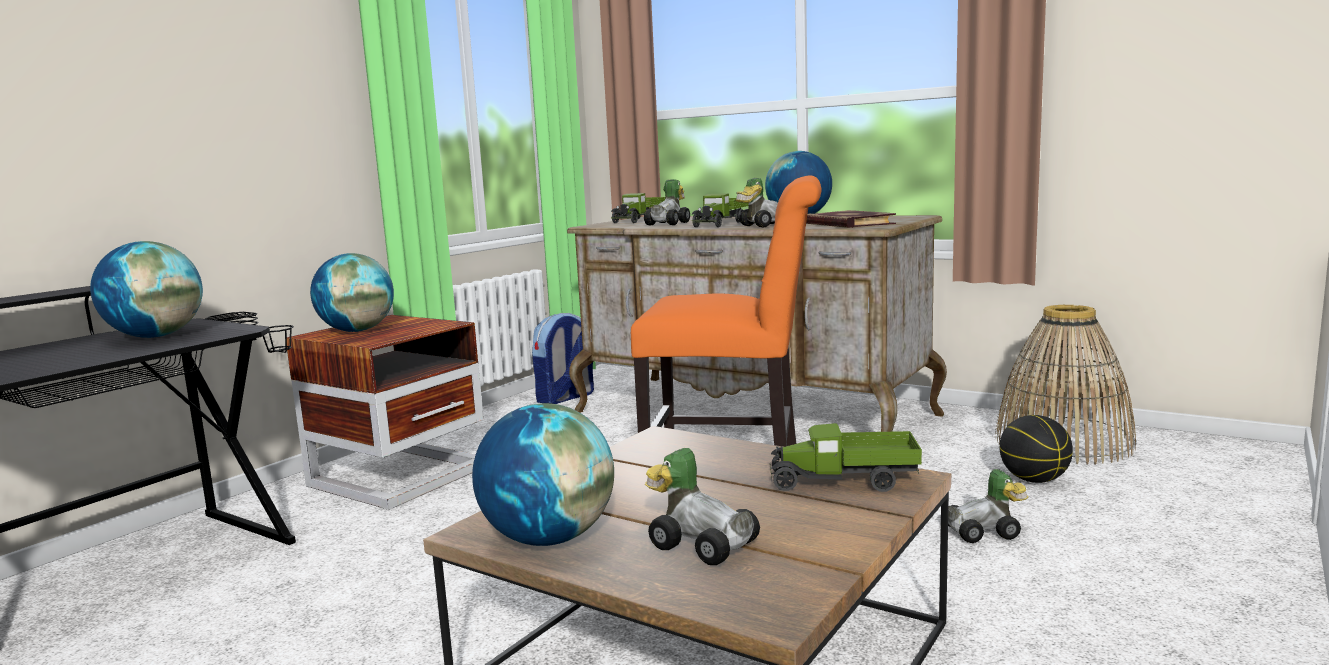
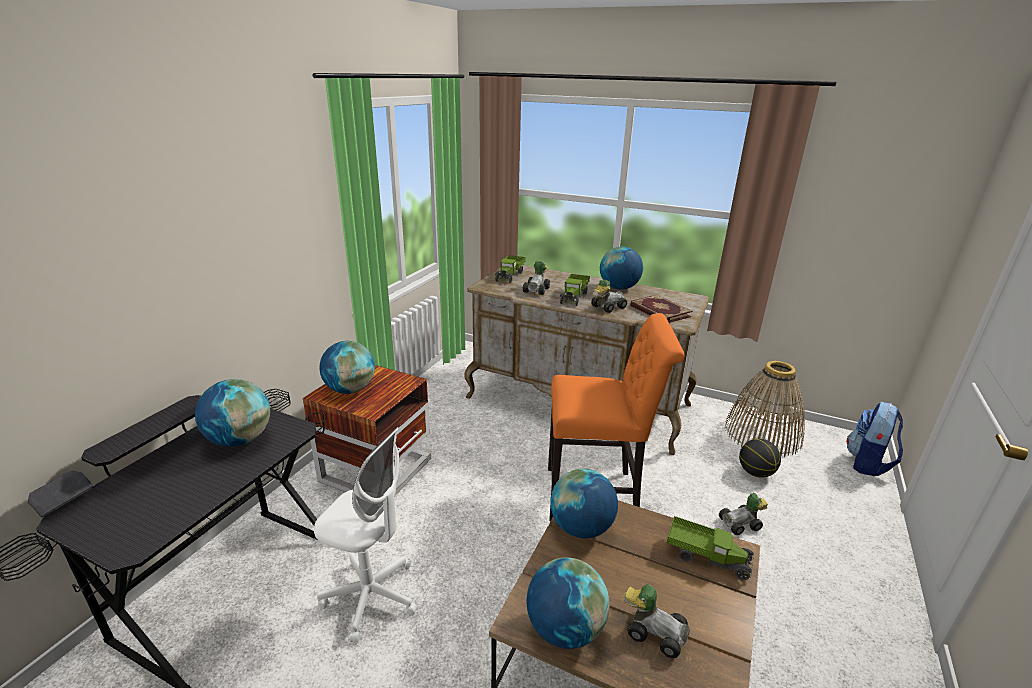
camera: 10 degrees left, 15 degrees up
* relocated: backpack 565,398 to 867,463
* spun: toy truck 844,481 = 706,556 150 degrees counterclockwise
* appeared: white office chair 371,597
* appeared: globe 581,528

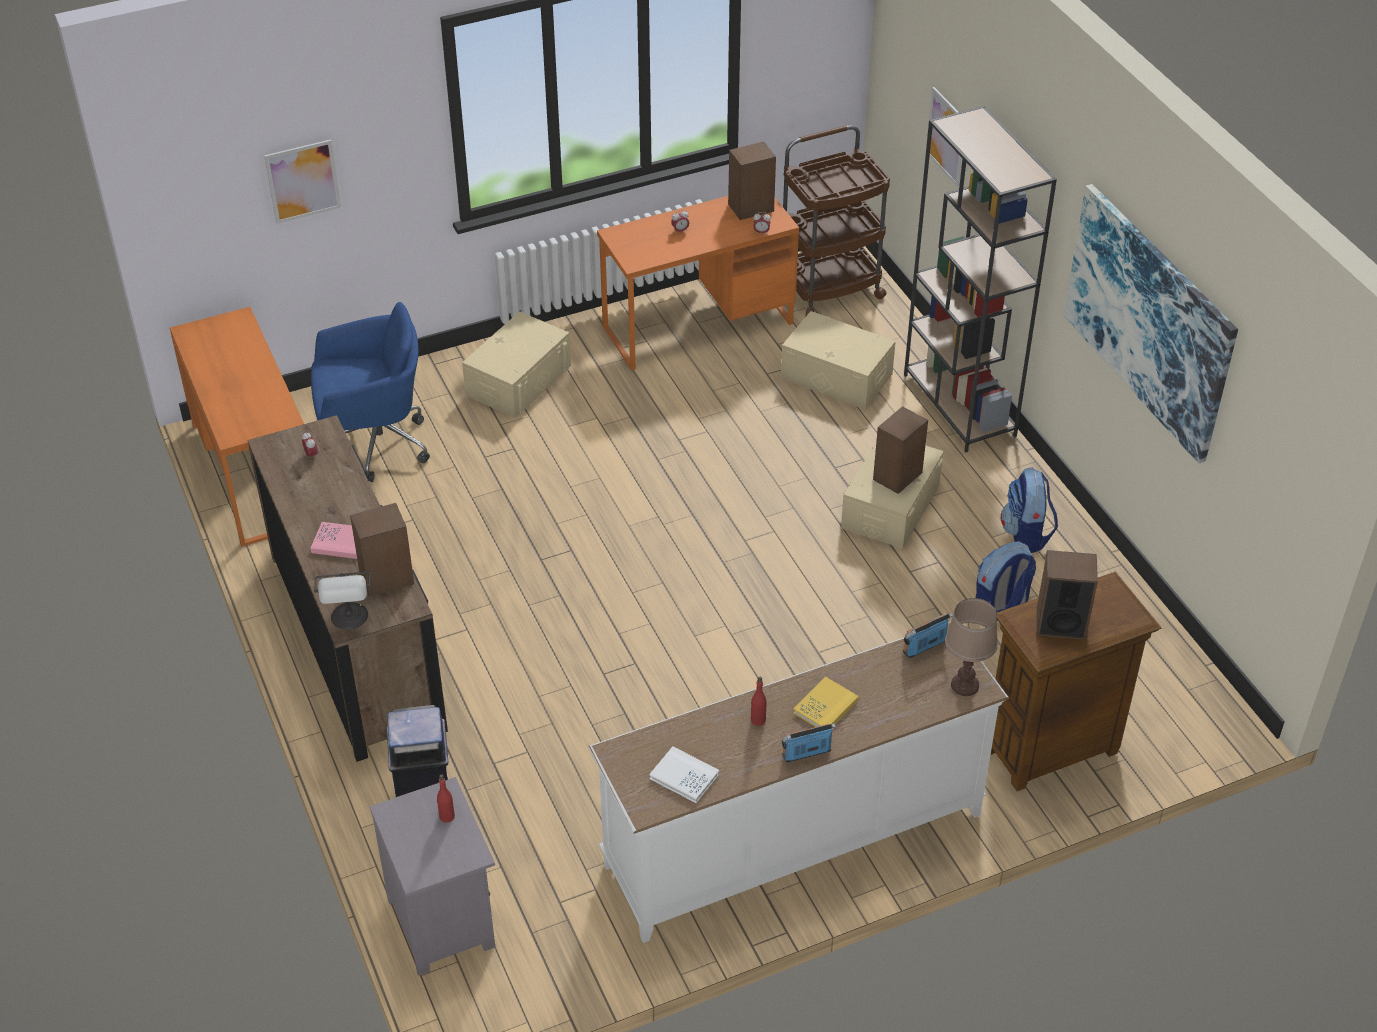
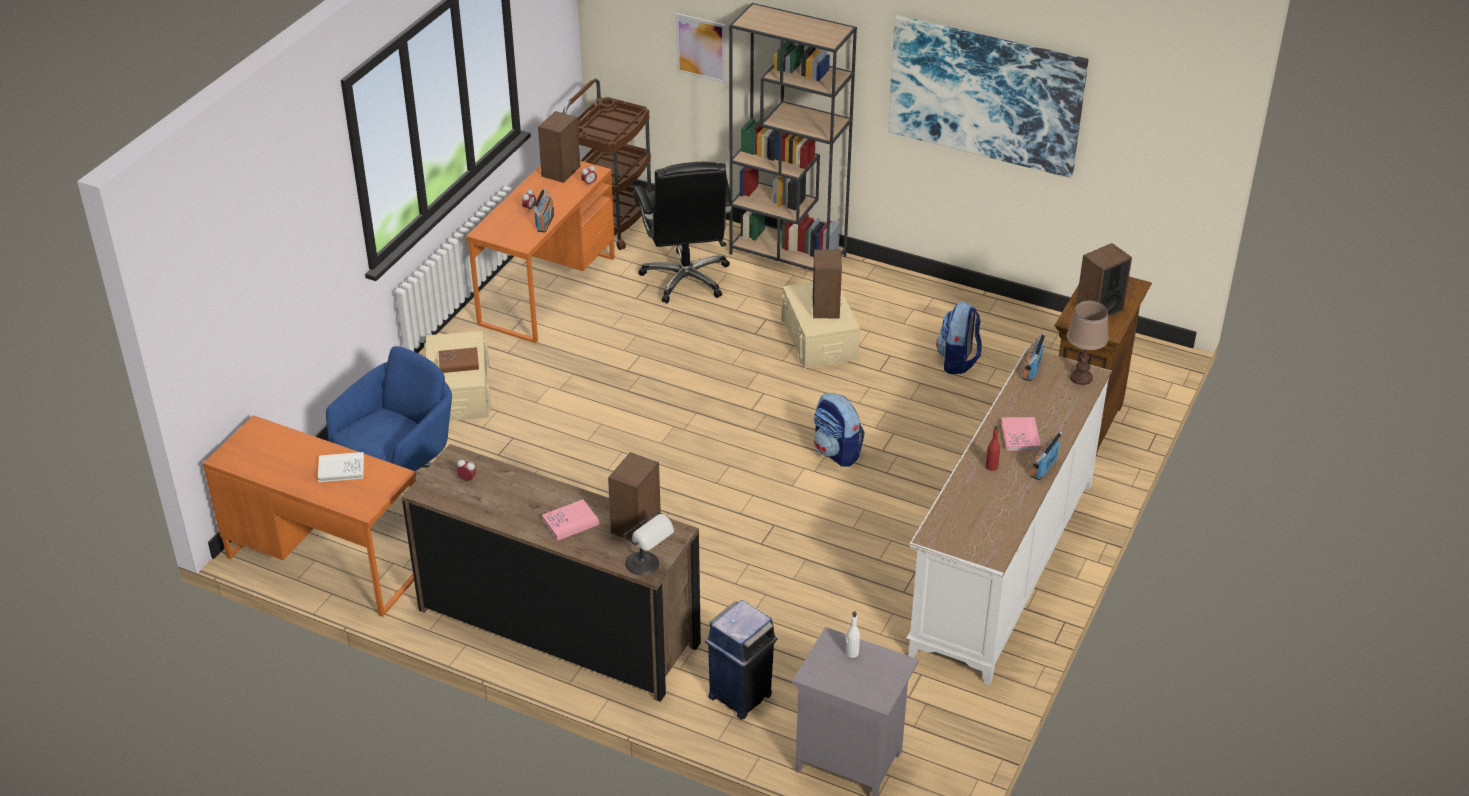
camera: 40 degrees left, 5 degrees down
* missing: picture 303,181
* colour: red bottle 446,816 to white bottle 851,653
* relocated: white book 684,776 to 341,469
* exchanged: beige storage box 836,376 to black office chair 685,276
* colour: yellow book 825,707 to pink book 1020,436
* relocated: backpack 1026,535 to 837,452
* appeared: brown book 458,362
* appeared: radio 545,223

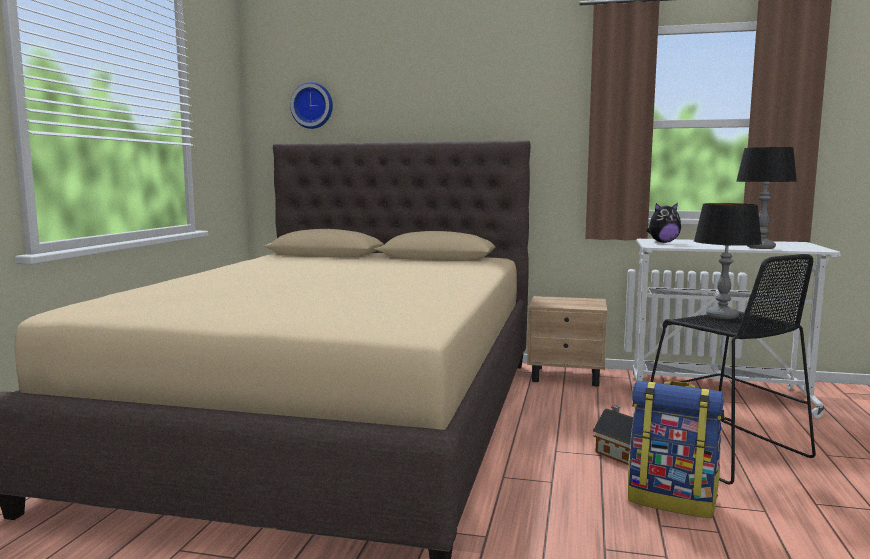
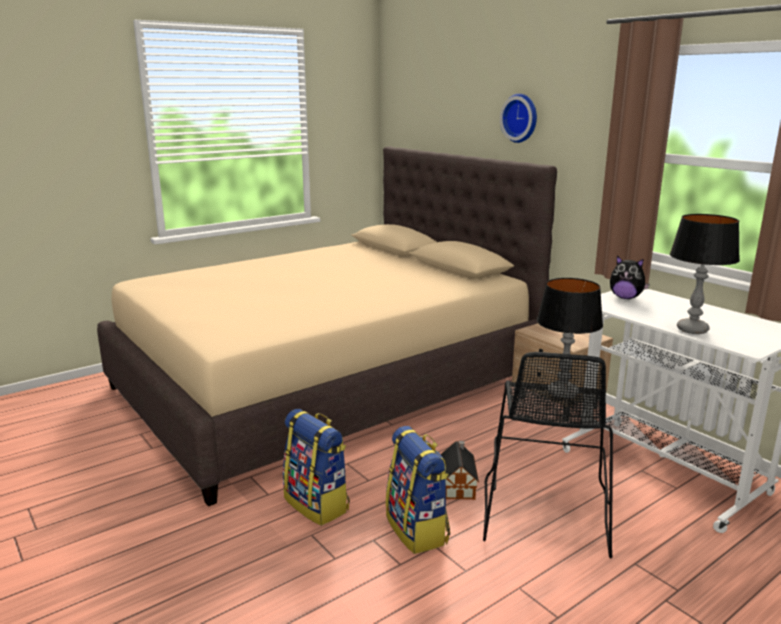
camera: 40 degrees right, 10 degrees up
* relocated: wall clock 313,105 to 521,118
* appeared: backpack 318,504

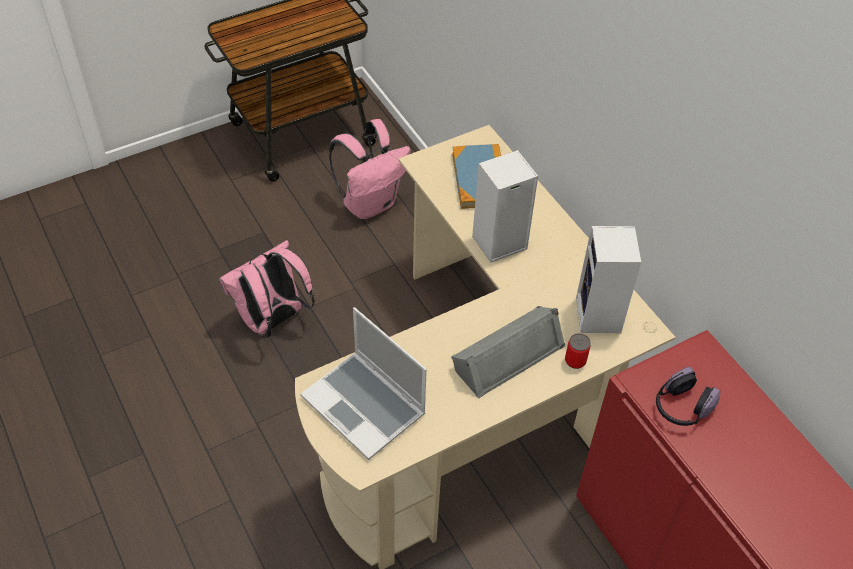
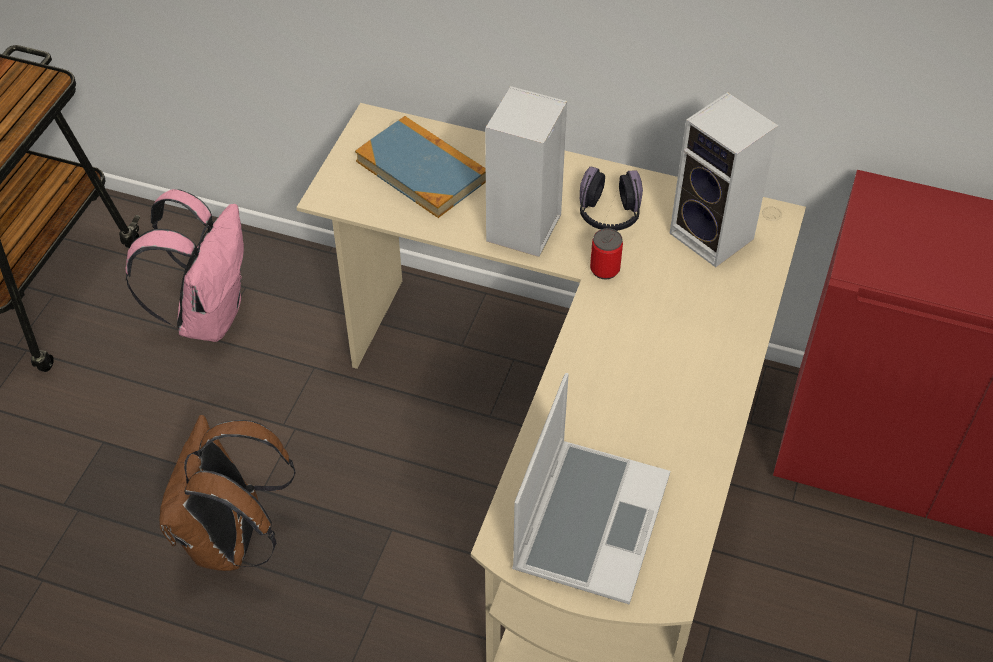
camera: 40 degrees left, 0 degrees up
* colour: pink backpack 272,320 to brown backpack 232,541
* spun: laptop 365,406 = 589,520 75 degrees counterclockwise
* missing: grey speaker 507,355
* relocated: can 575,360 to 605,269
* relocated: headphones 681,407 to 608,214

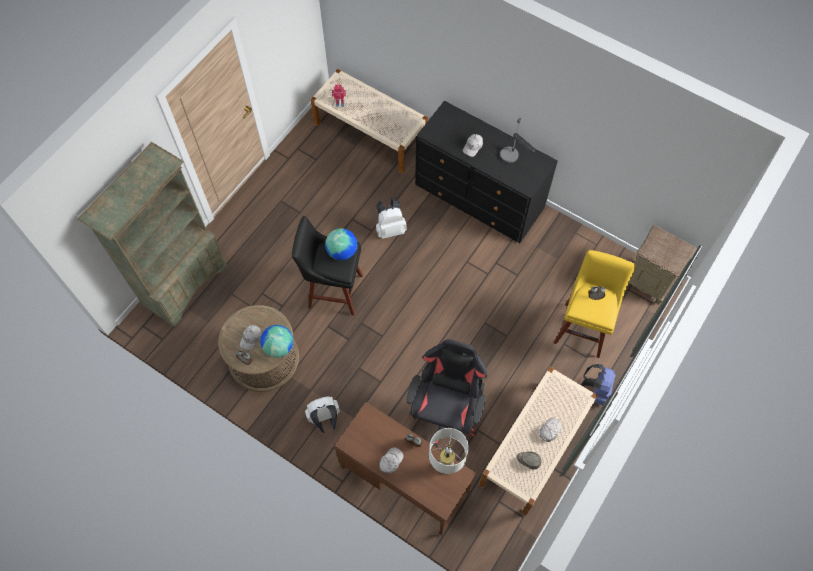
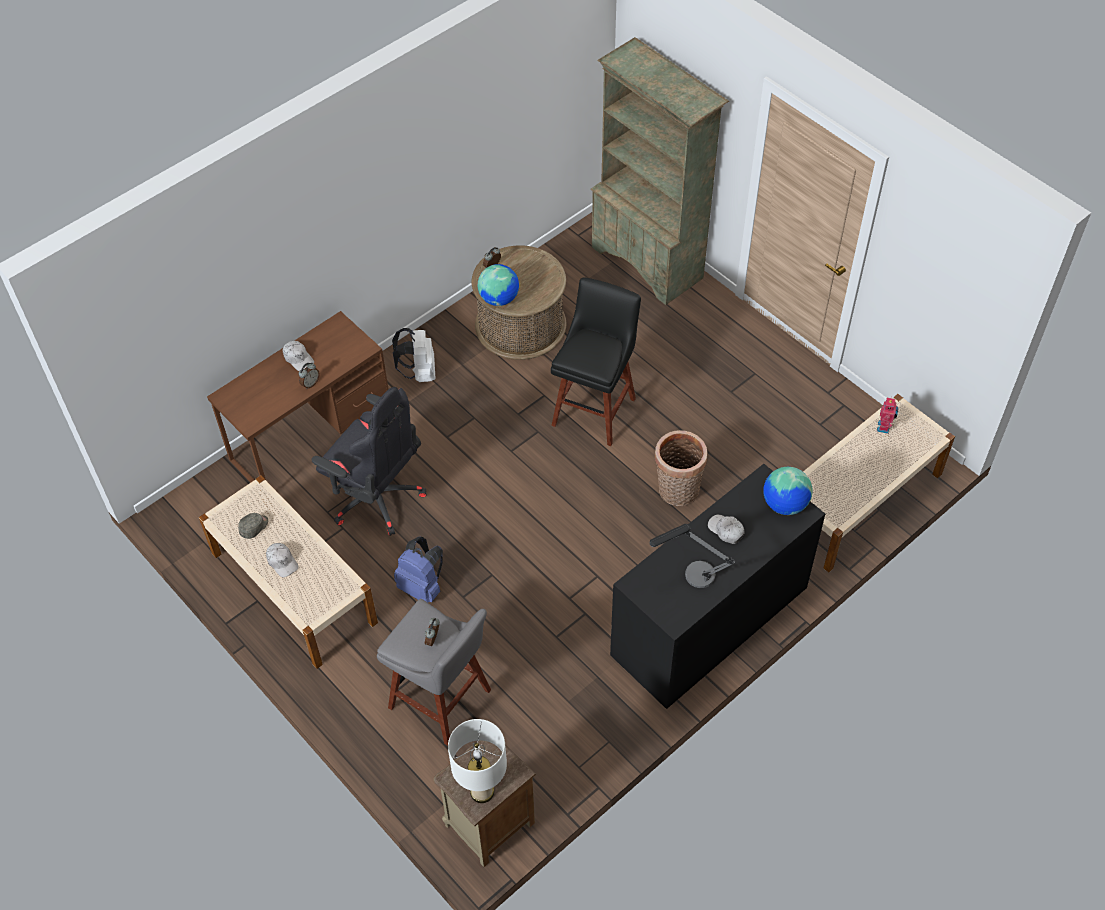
camera: 105 degrees right, 10 degrees down
* missing: white cap 251,338
* relocated: globe 342,251 to 785,504
* exchanged: white backpack 390,229 to basket 677,492
* relocated: white table lamp 445,466 to 481,791
* colour: yellow stool 583,328 to grey stool 441,701
* relocated: blue backpack 596,390 to 422,587

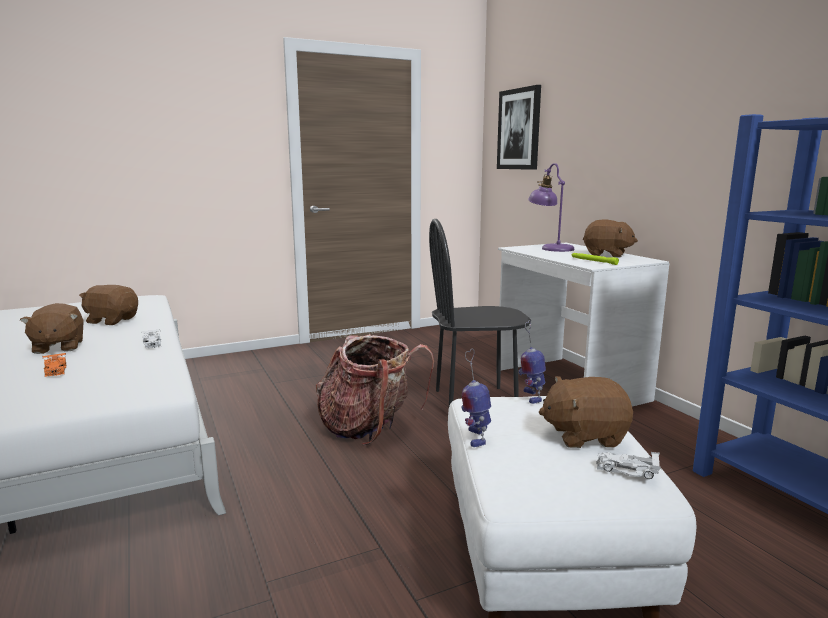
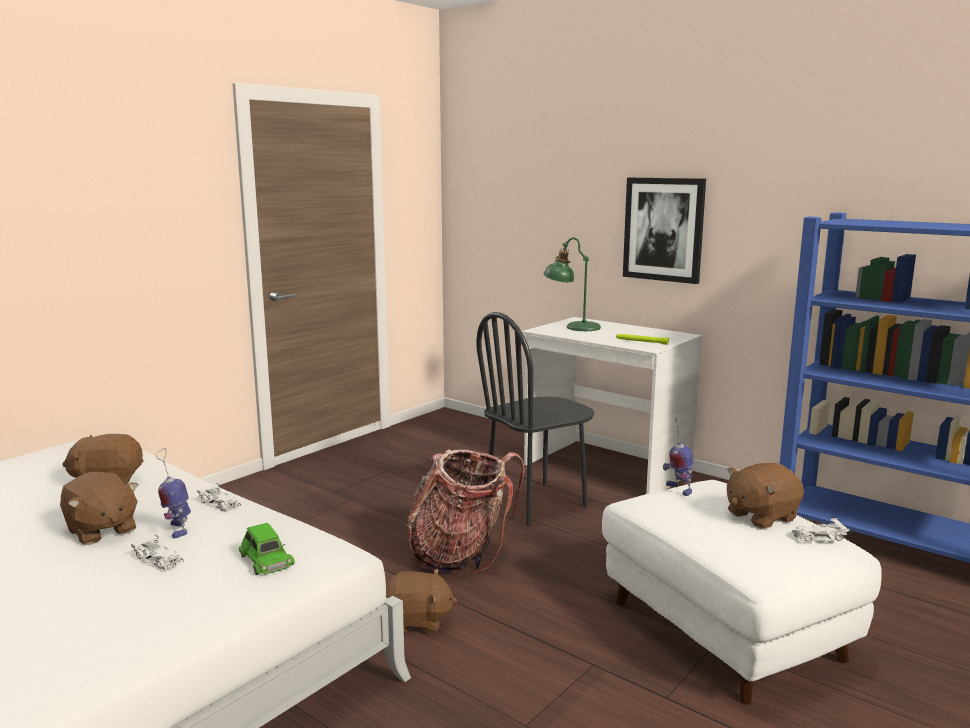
camera: 25 degrees left, 0 degrees up
* colour: orange toy car 55,370 to white toy car 159,560
* relocated: toy robot 475,437 to 177,529
* relocated: picture 519,129 to 663,229
* colour: purple table lamp 549,247 to green table lamp 571,325
* relocated: brown plush toy 606,254 to 417,622
* appeared: green toy car 266,560

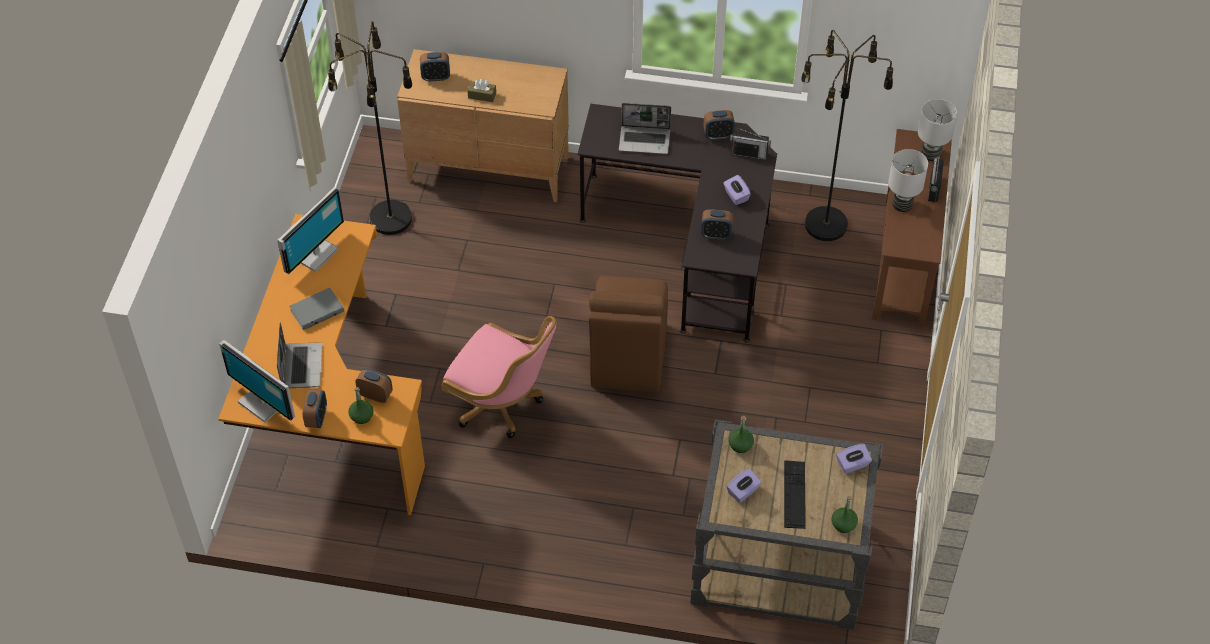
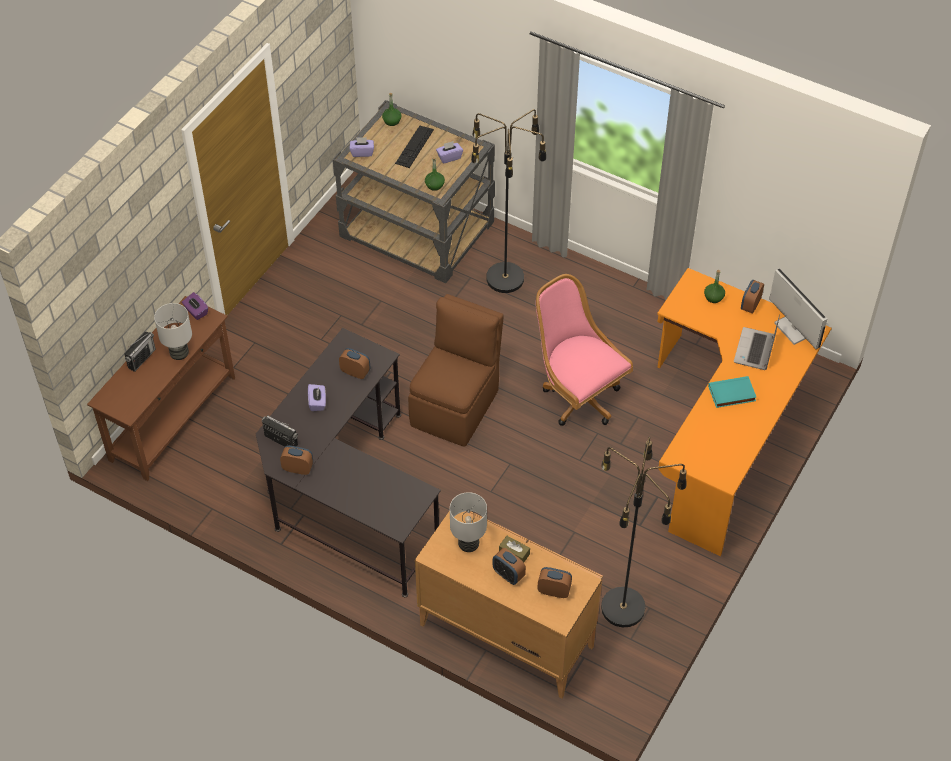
camera: 160 degrees left, 0 degrees up
* missing: monitor 315,253
* colour: grey book 317,310 to turquoise book 731,394
* relocated: alarm clock 375,395 to 508,575
* missing: laptop 645,140
* relocated: floor lamp 825,224 to 504,279
* relocated: grey table lamp 930,153 to 468,543
* appeared: purple tissue box 196,312

